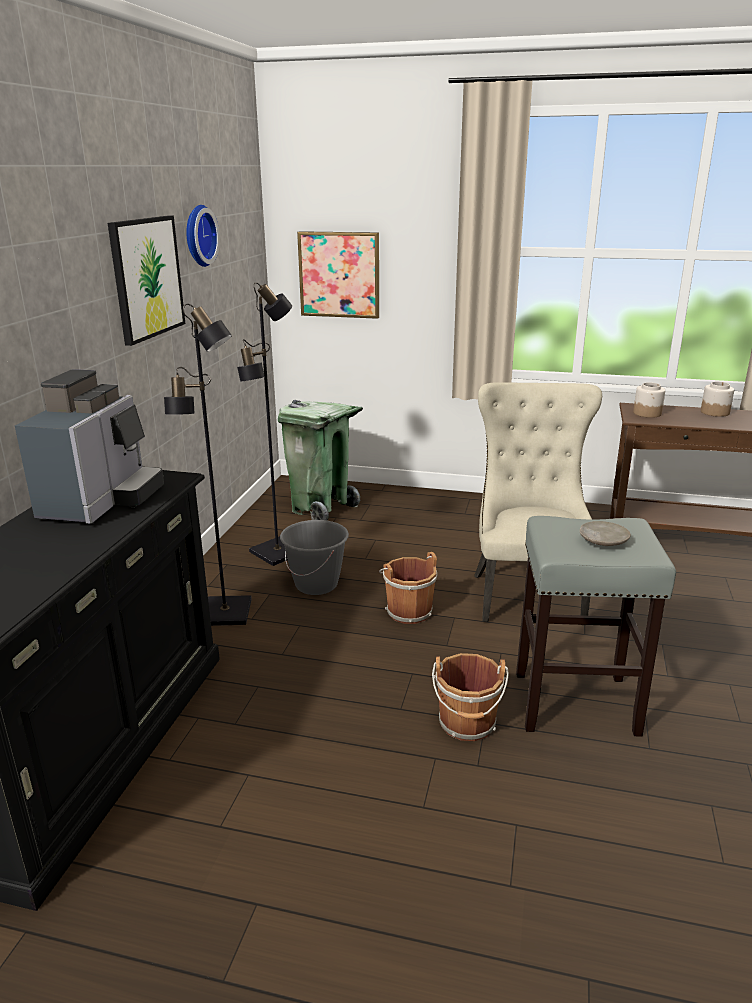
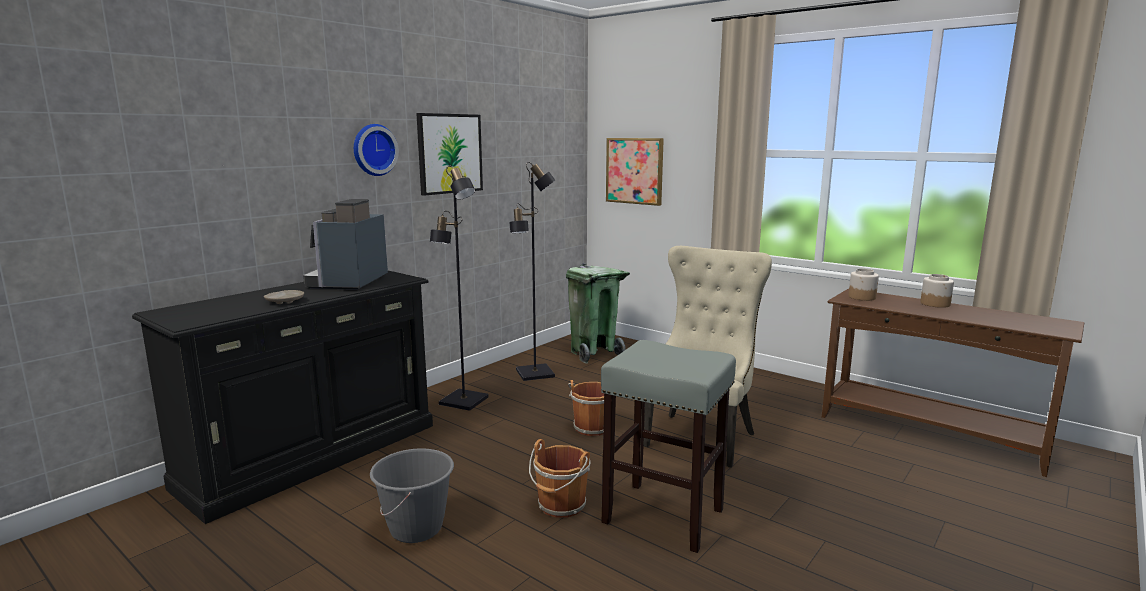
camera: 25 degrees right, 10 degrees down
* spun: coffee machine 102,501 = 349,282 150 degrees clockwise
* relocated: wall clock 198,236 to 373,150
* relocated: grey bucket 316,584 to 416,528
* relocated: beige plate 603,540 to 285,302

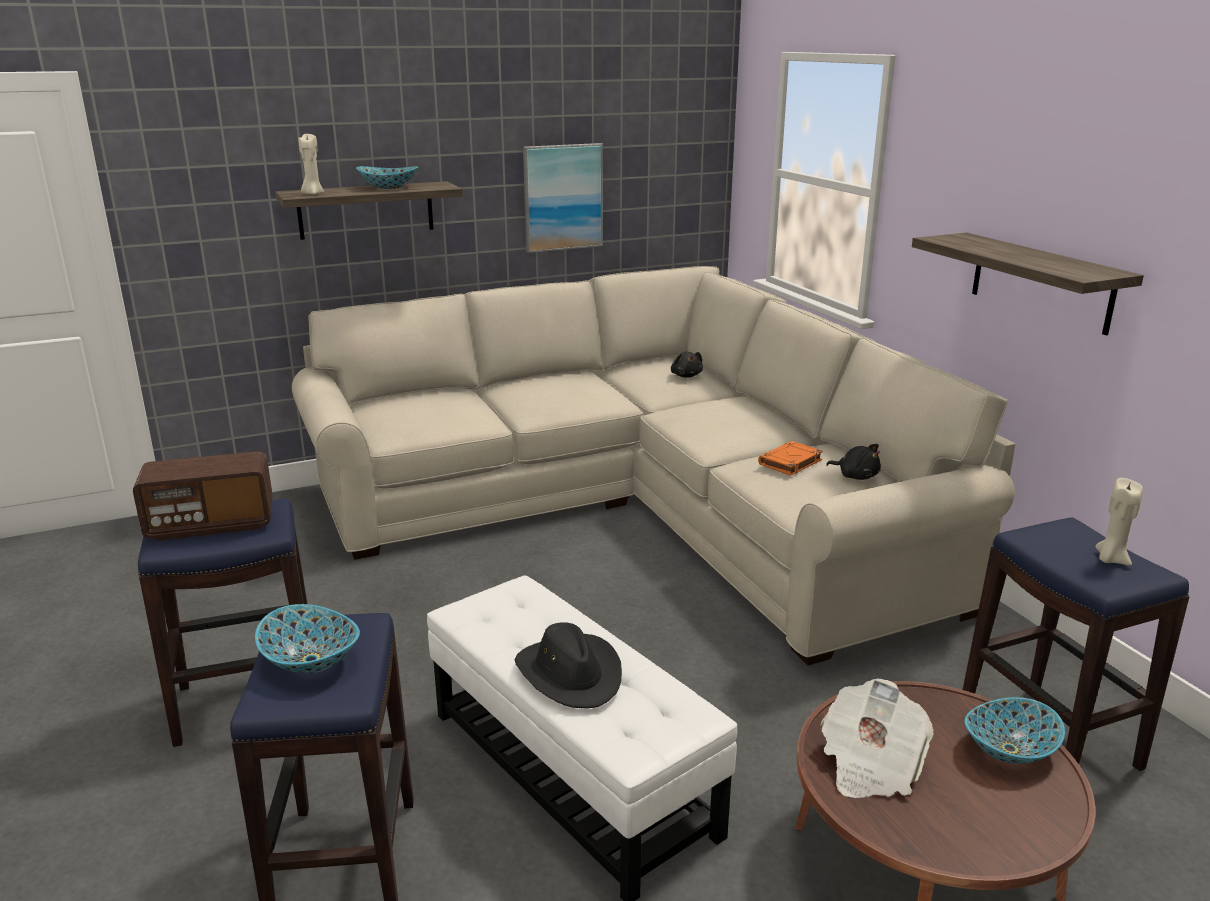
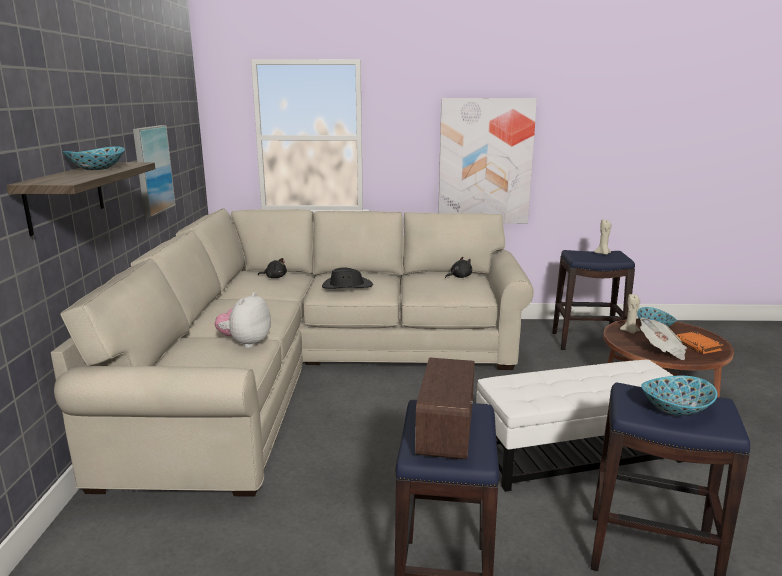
camera: 65 degrees left, 5 degrees down
* relocated: beige candle 312,194 to 630,331
* relocated: black hat 570,674 to 347,286
* relocated: orange book 790,462 to 698,345
* exchanged: shelf 1041,282 to picture 485,162
* appeared: plush toy 245,343

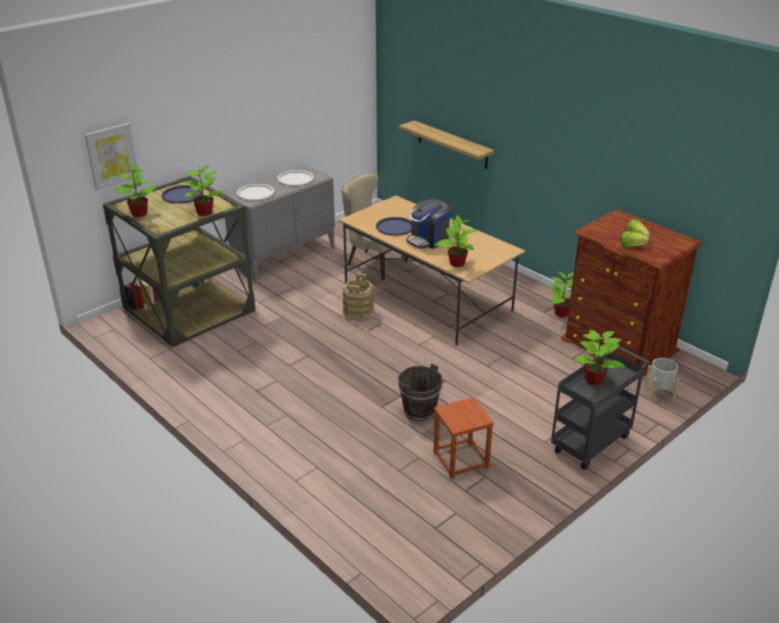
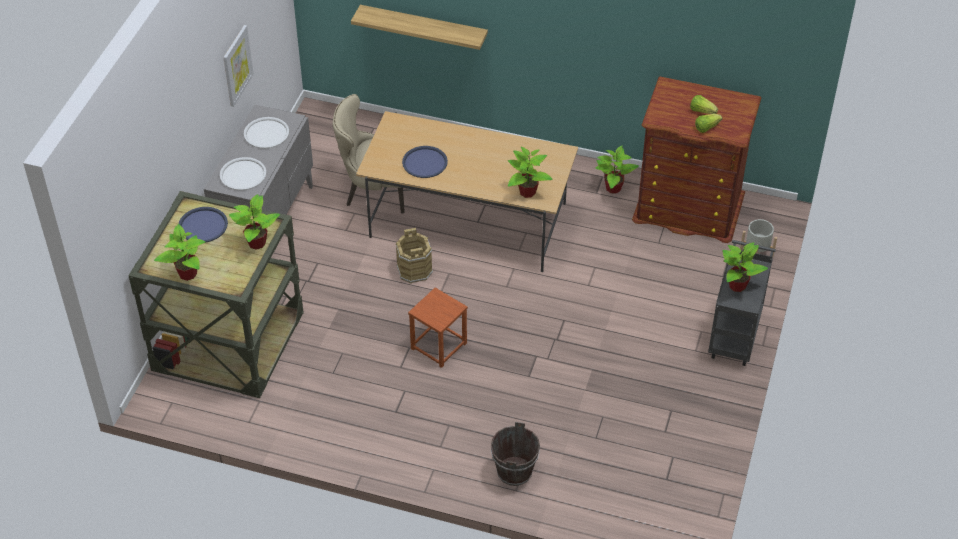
camera: 30 degrees left, 15 degrees up
* relocated: picture 111,156 to 237,65
* relocated: brown bucket 419,411 to 514,471
* missing: coffee machine 429,240
* relocated: brown stool 461,460 to 439,346

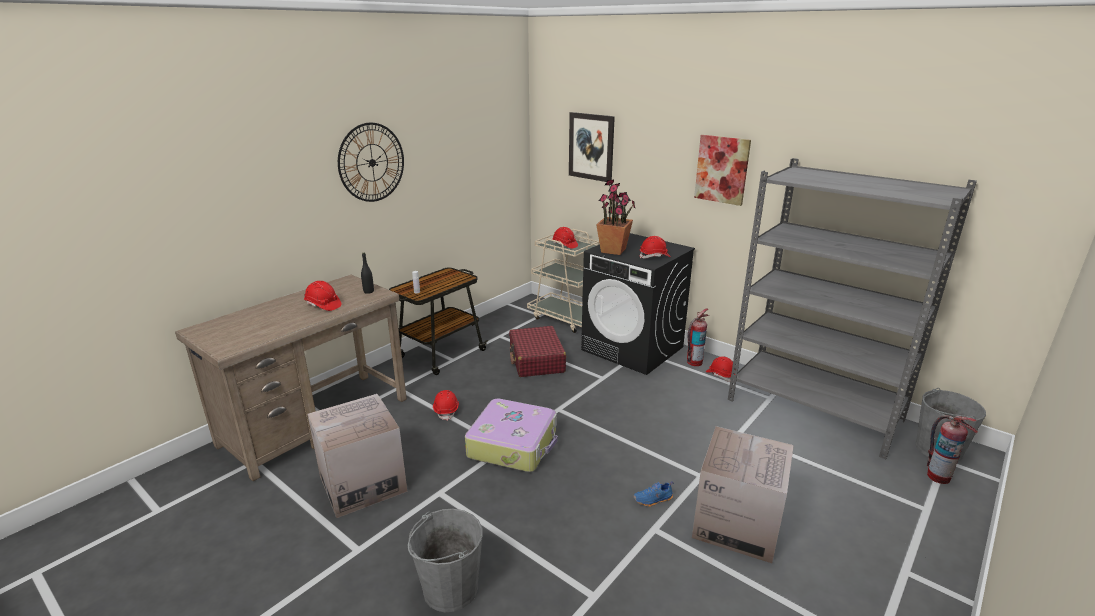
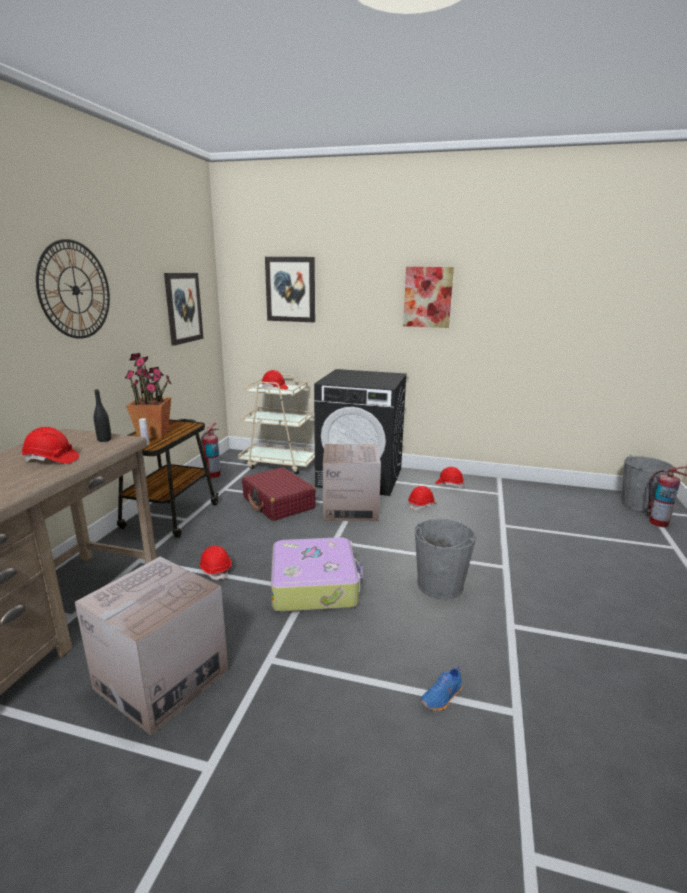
camera: 25 degrees left, 5 degrees down
* relocated: grey bucket 450,588 to 439,585
* relocated: potted plant 614,250 to 154,434
* relocated: blue shoe 653,500 to 442,697
* relocated: red hard hat 654,256 to 422,505
* relocated: fire extinguisher 694,362 to 212,475
* relocated: cardboard box 737,523 to 350,508
* missing: grey bookcase 814,409
* appeared: picture 183,308

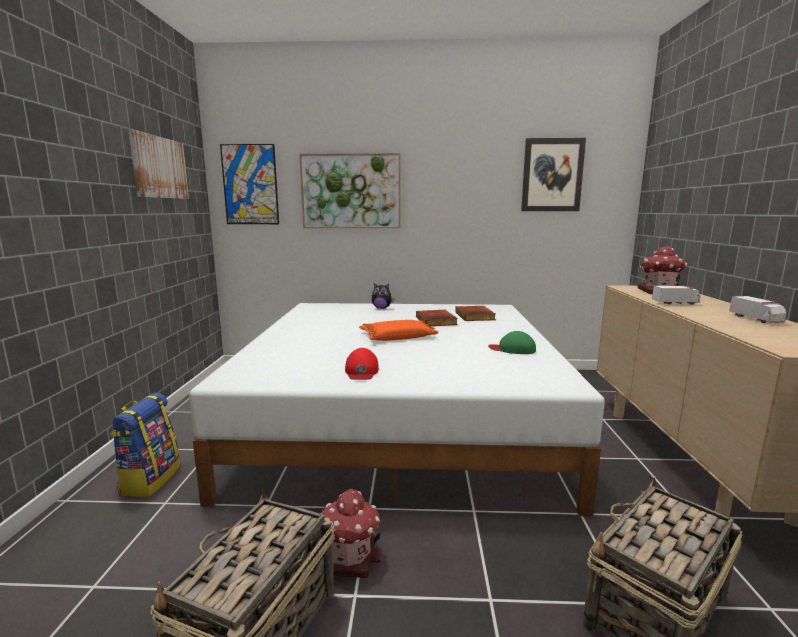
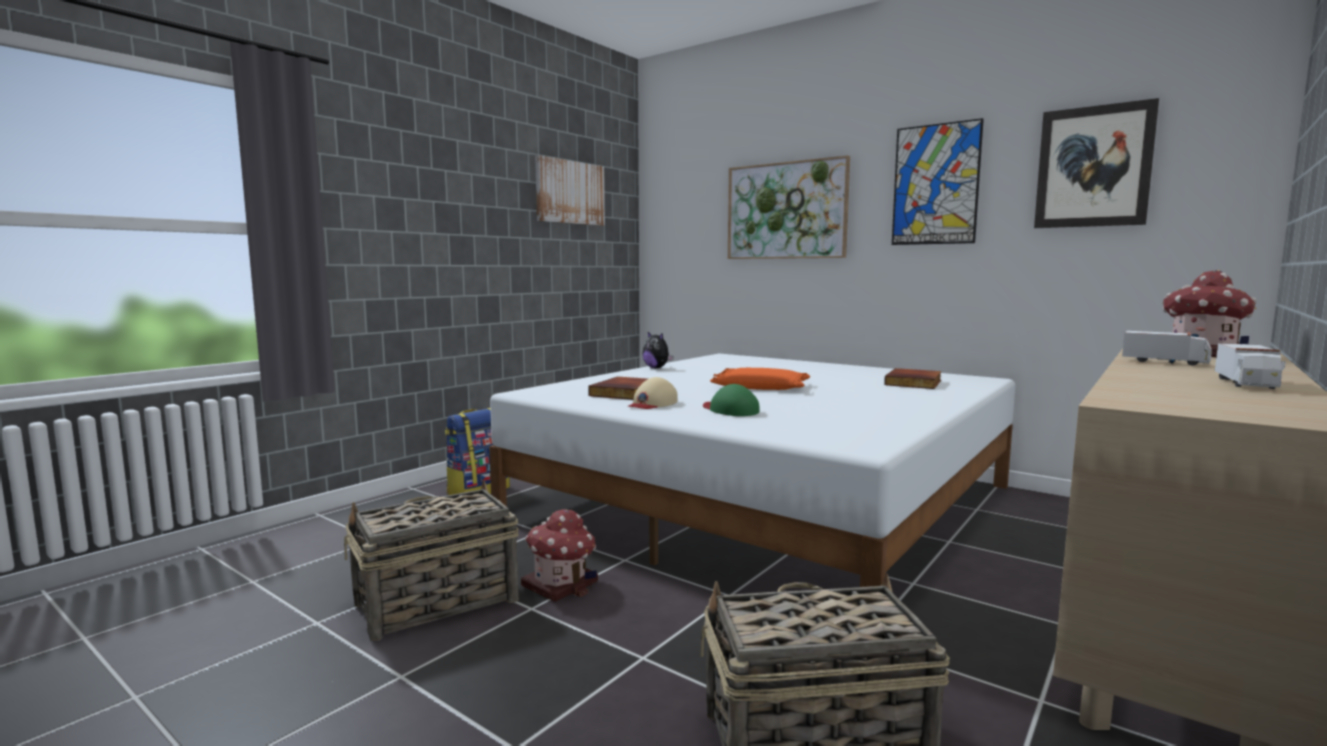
camera: 35 degrees right, 5 degrees down
* relocated: picture 250,185 to 935,184
* colour: red cap 361,371 to beige cap 652,403
* relocated: plush toy 382,308 to 657,368
* relocated: book 437,320 to 626,392
* relocated: green cap 512,349 to 730,410

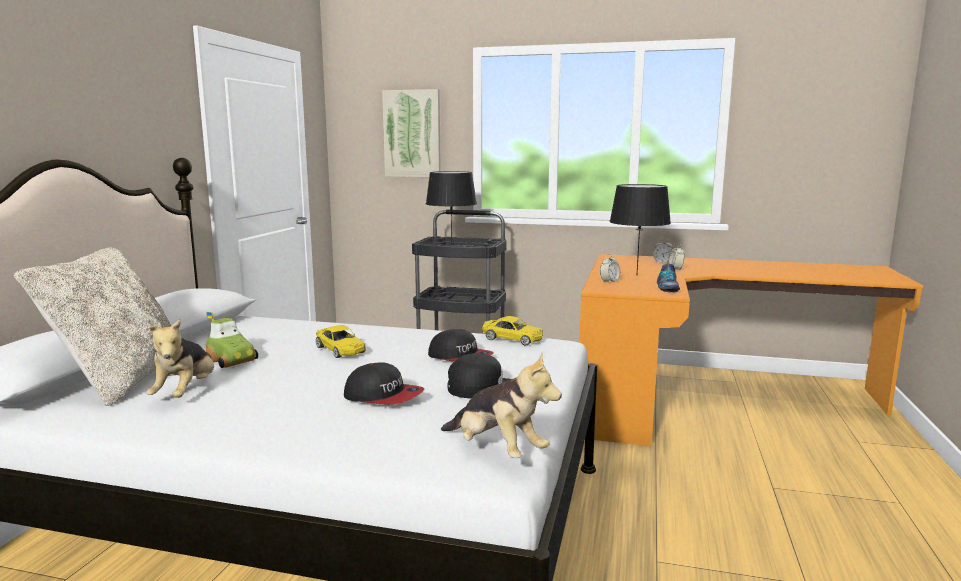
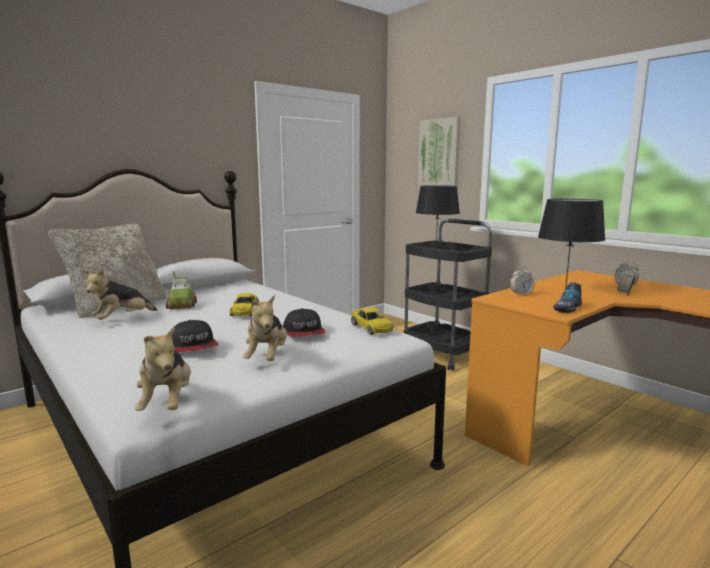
camera: 35 degrees right, 0 degrees up
* exchanged: black cap 483,387 to plush toy 267,357

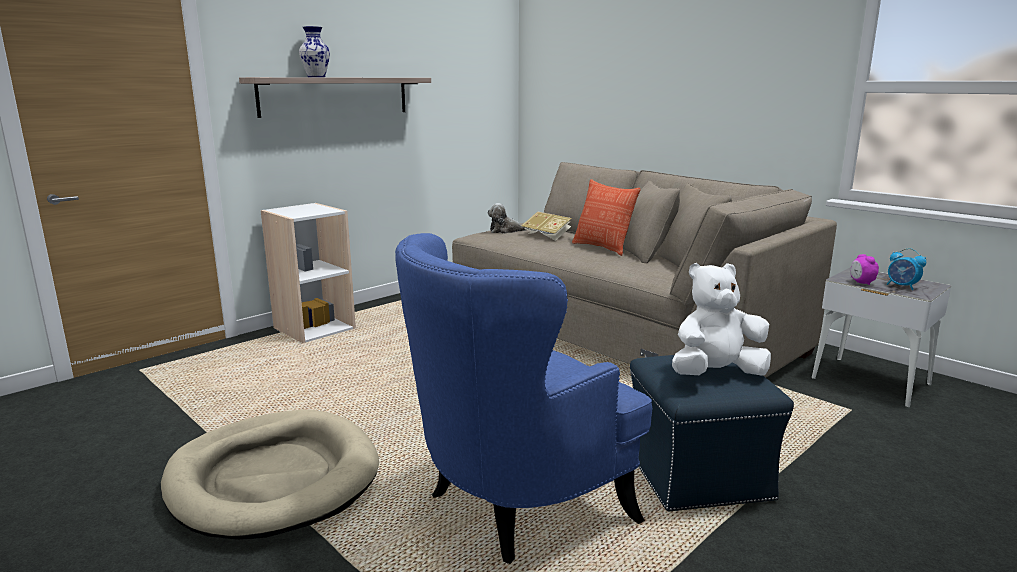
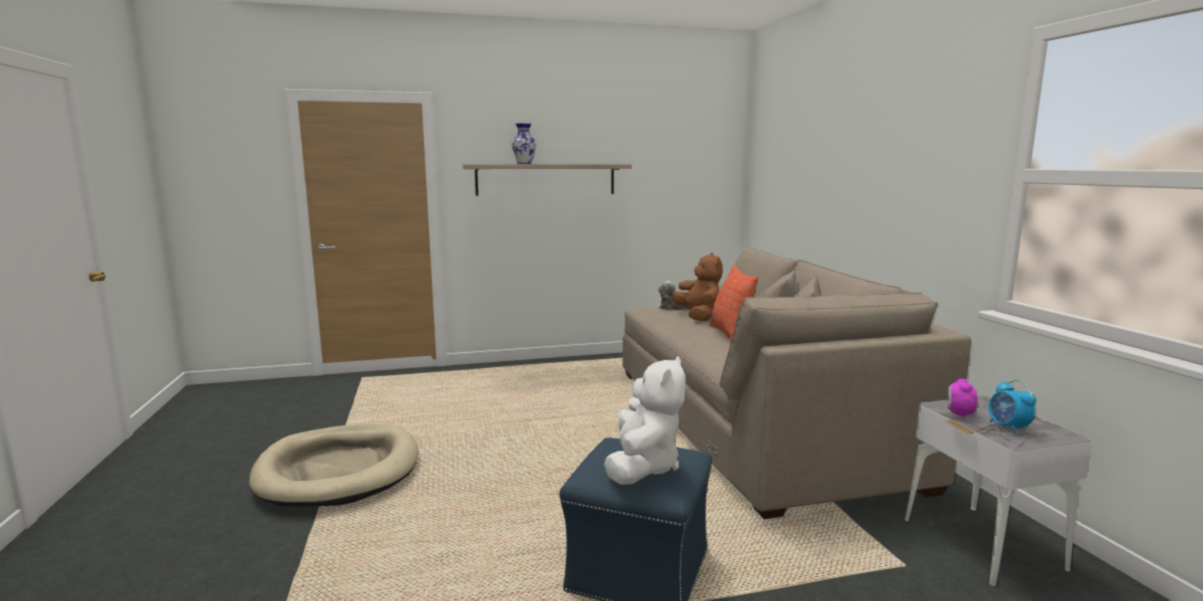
camera: 30 degrees right, 5 degrees down
* missing: bookcase 315,328
* missing: blue armchair 514,505
* exchanged: book 546,236 to brown plush toy 698,316
* spun: white plush toy 716,374 = 643,467 90 degrees clockwise

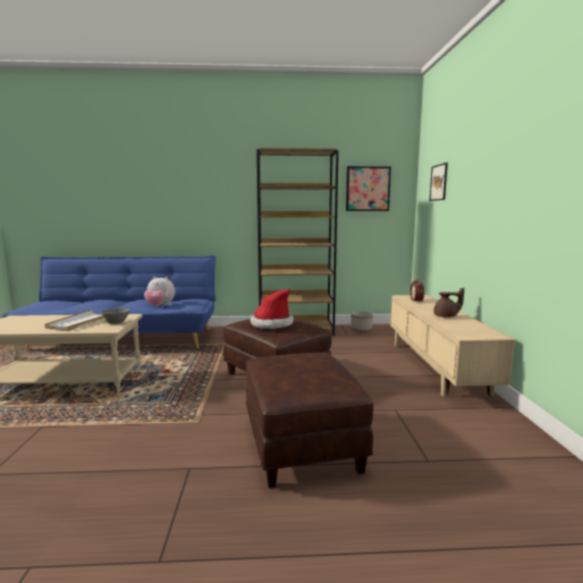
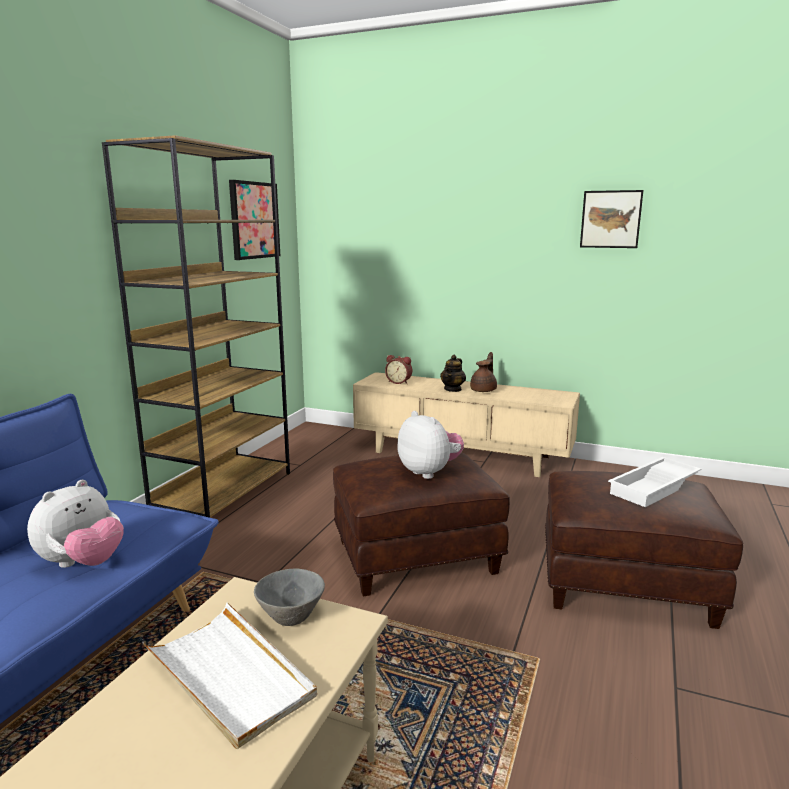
camera: 65 degrees left, 5 degrees up
* exchanged: hat 271,324 to plush toy 429,472
* missing: planter 361,330
* relocated: picture 438,182 to 610,219
* appeared: teapot 453,389
* appeared: white tray 655,488

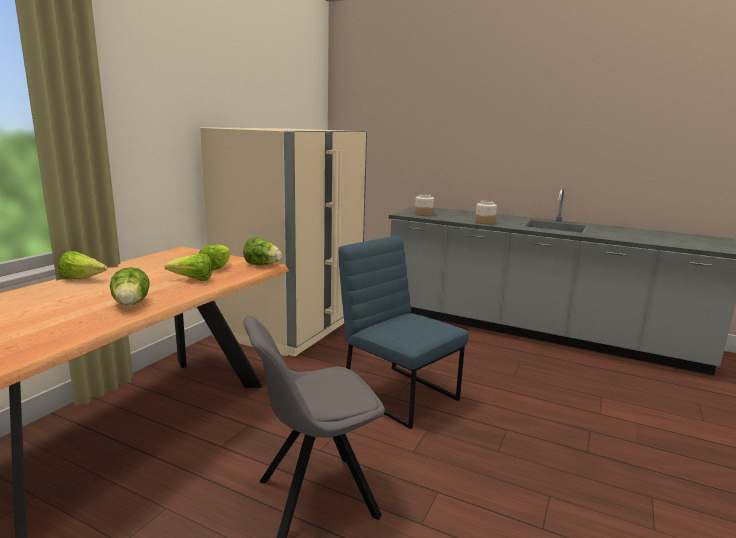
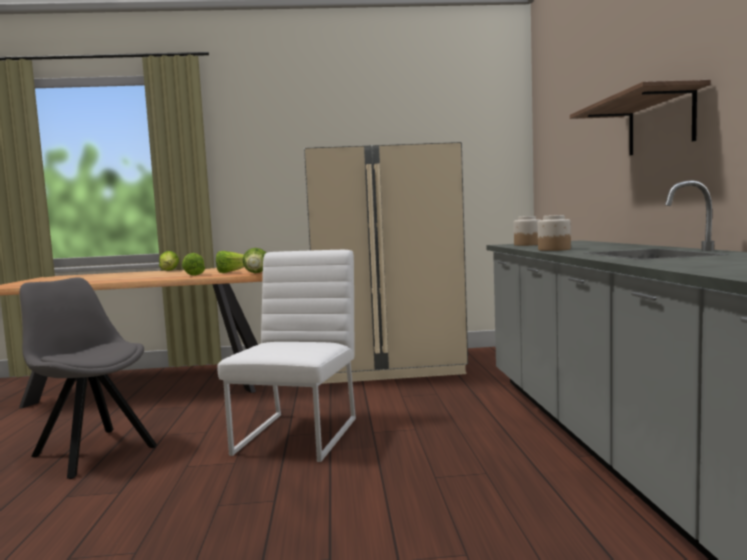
camera: 60 degrees right, 10 degrees down
* missing: lettuce 131,305
* colour: blue chair 398,393 to white chair 299,434
* appeared: shelf 660,123

